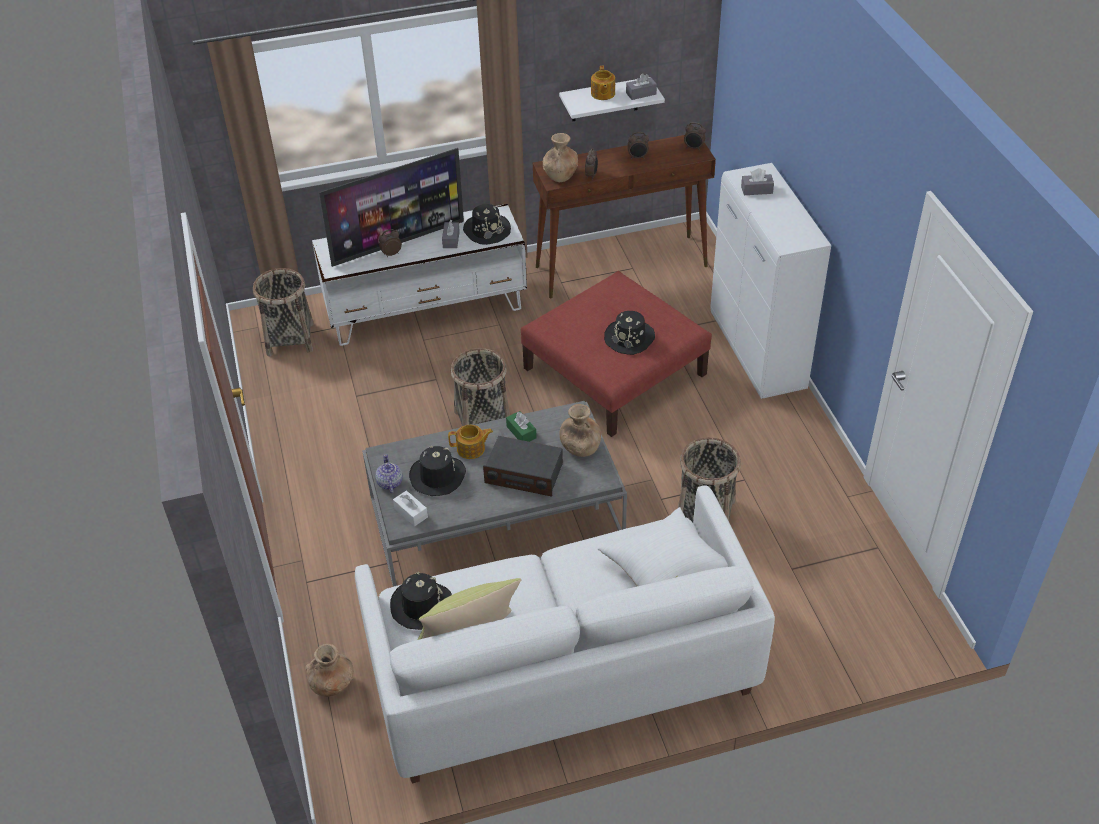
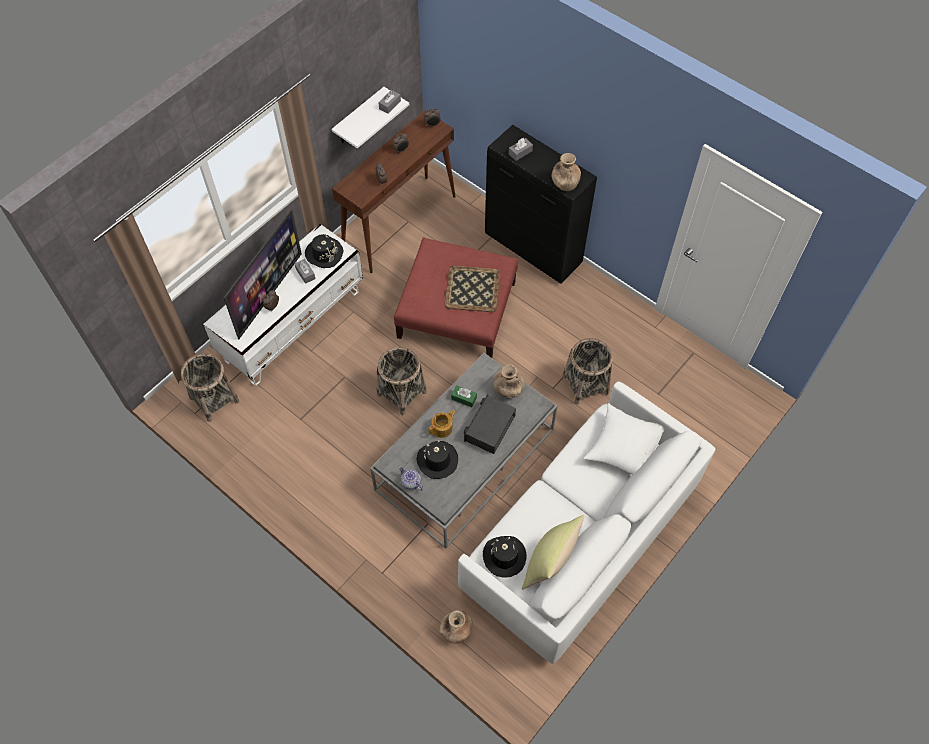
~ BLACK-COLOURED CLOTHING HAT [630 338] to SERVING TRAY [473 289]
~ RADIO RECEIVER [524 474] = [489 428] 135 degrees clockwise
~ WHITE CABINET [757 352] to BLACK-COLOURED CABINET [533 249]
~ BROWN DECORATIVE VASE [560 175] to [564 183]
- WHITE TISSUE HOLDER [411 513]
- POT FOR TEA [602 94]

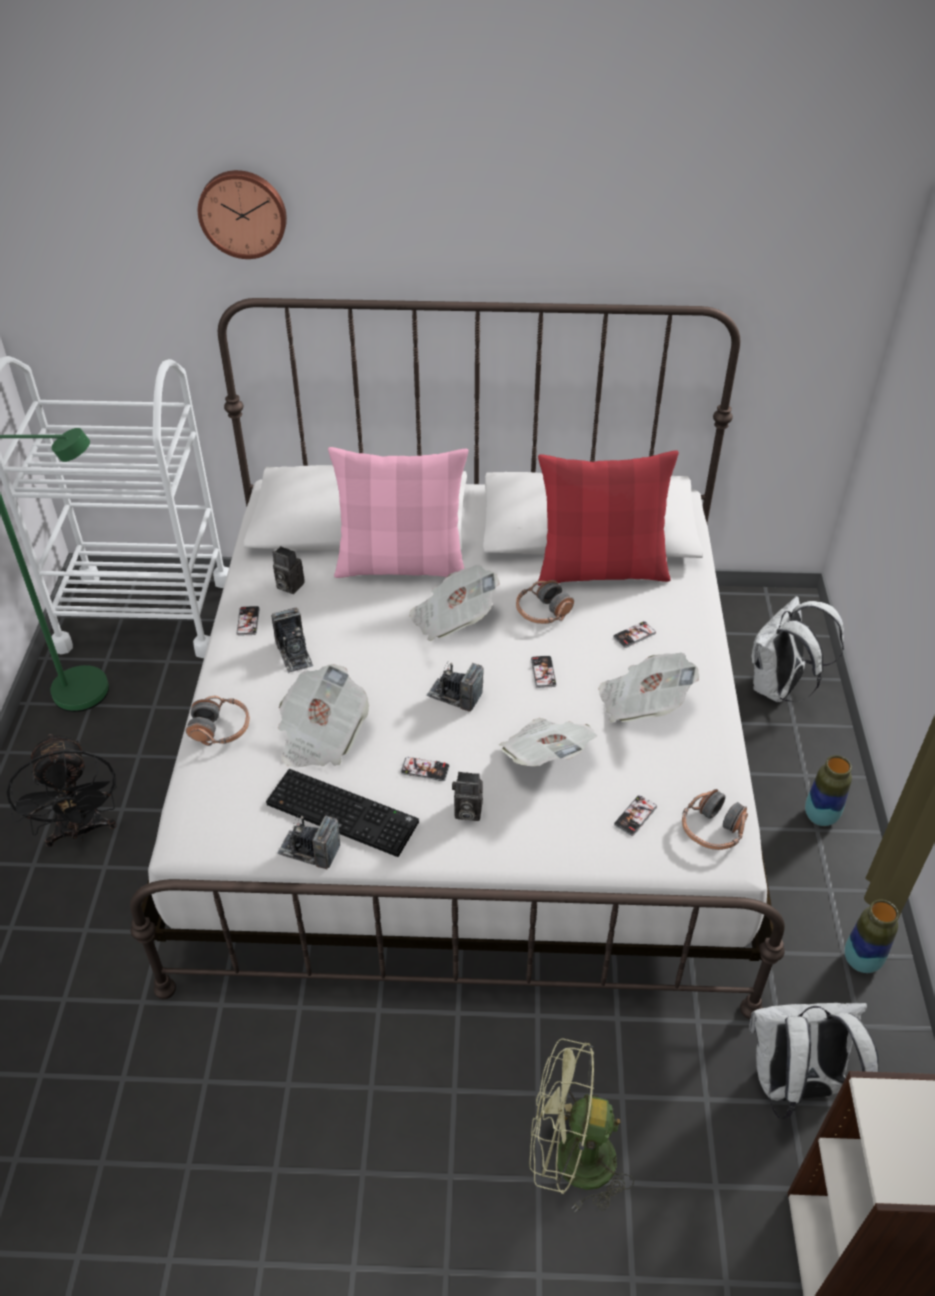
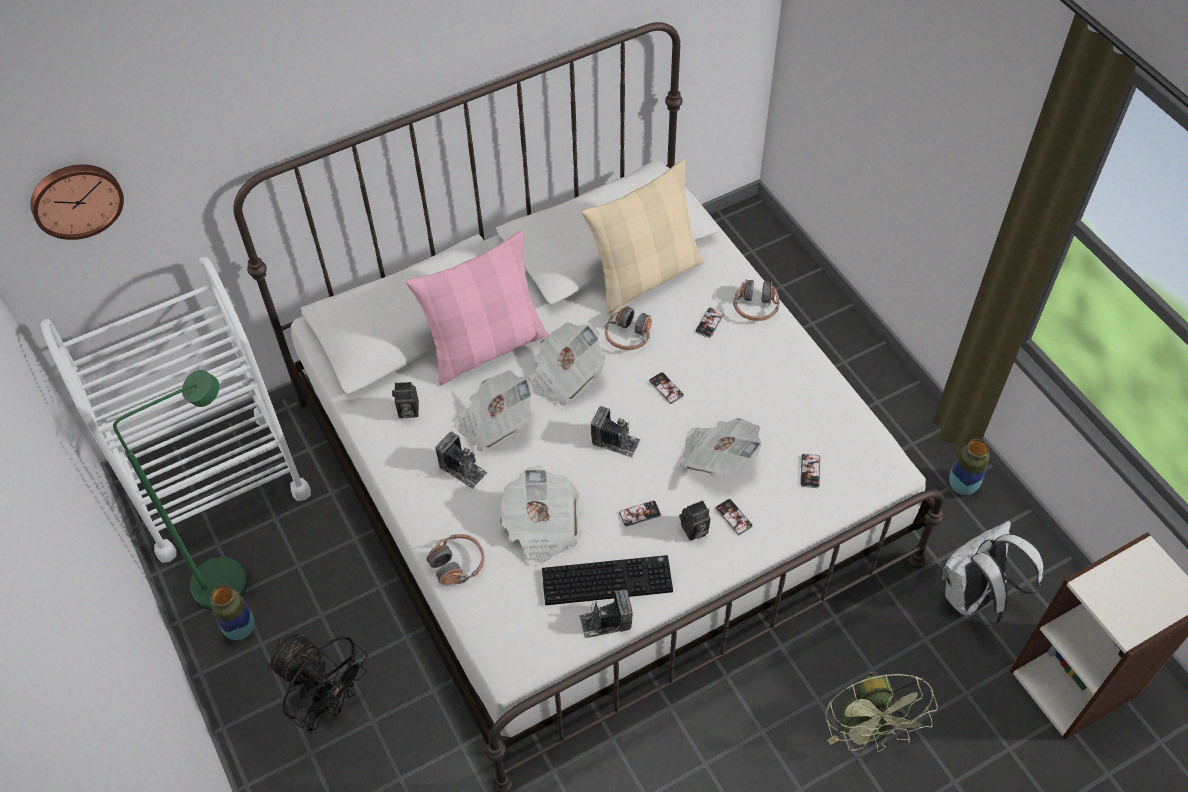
~ HANGING CLOCK [243 213] to [76 199]
~ DECORATIVE VASE [820 816] to [240 629]
~ NEWSPAPER [642 704] to [495 423]
~ RED CUSHION [601 570] to SAND-COLOURED CUSHION [645 276]
~ PHOTO CAMERA [455 695] = [615 441] 150 degrees counterclockwise
~ PHONE [248 621] to [733 517]
~ HEADSET [712 829] to [755 307]
~ GREEN FAN [570 1159] = [869 731] 75 degrees counterclockwise
- WHITE RUCKSACK [778 688]

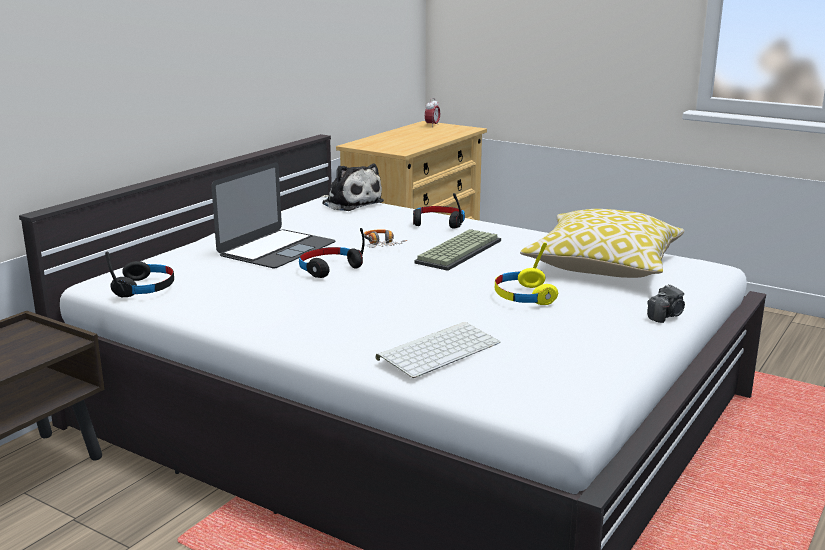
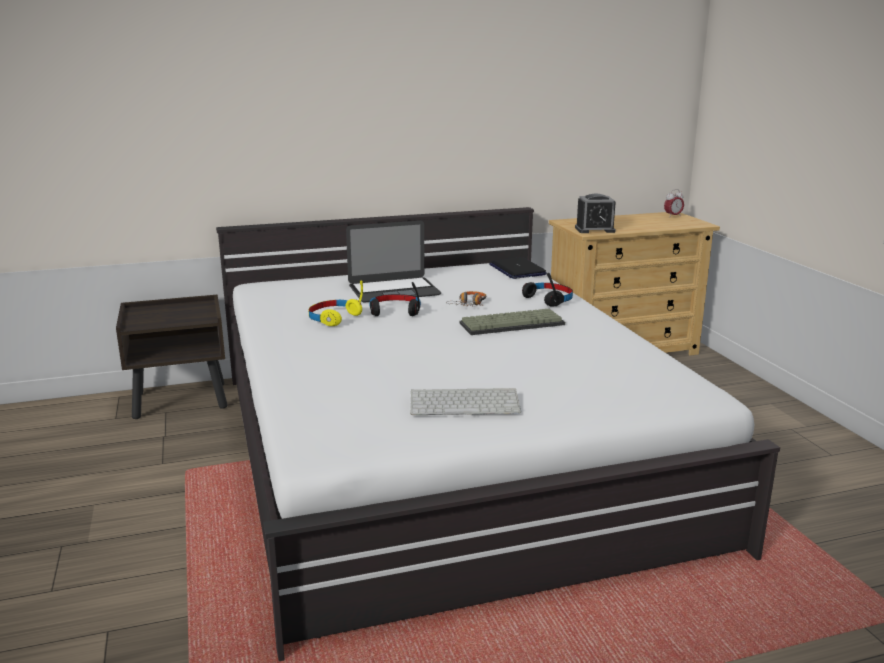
~ YELLOW HEADSET [523 296] to [334 318]
~ PC KEYBOARD [439 350] to [466 402]
~ SOFT TOY [350 203] to PORTABLE COMPUTER [517 270]
+ ALARM CLOCK [594 230]
- BLACK-COLOURED HEADSET [145 288]
- CUSHION [603 265]
- PHOTO CAMERA [666 316]

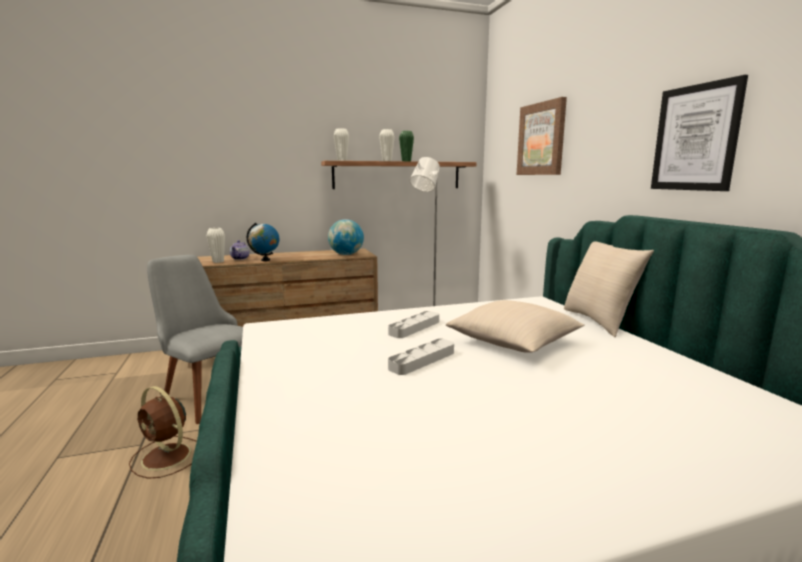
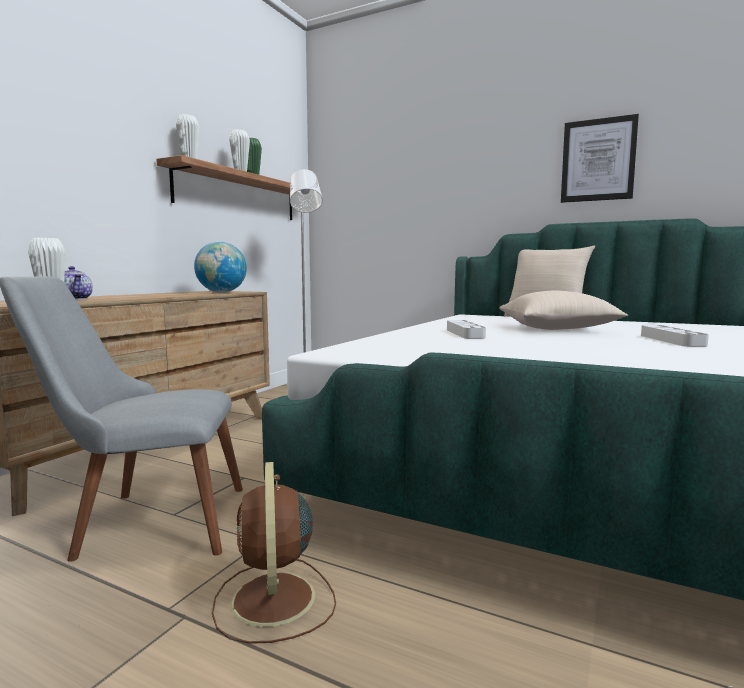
~ BROWN FAN [167 457] = [273 601] 90 degrees clockwise
~ GRAY SERVING TRAY [422 360] to [671 340]
- GLOBE [265 260]
- WALL ART [541 139]

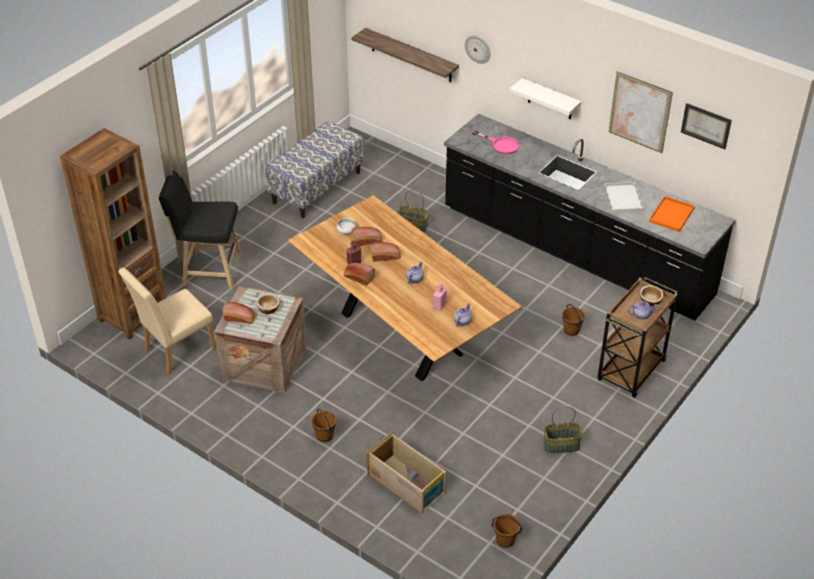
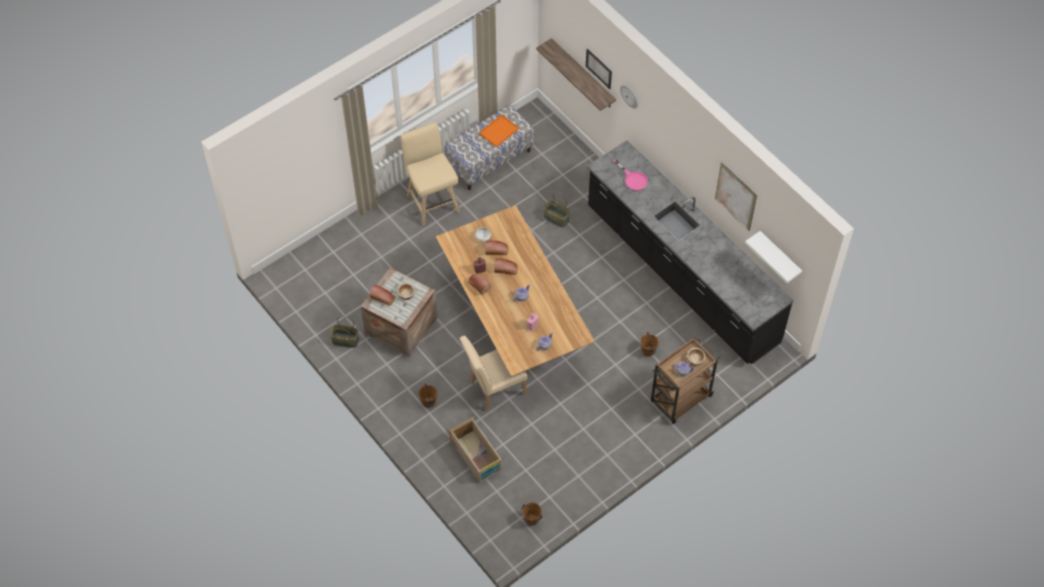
~ BASKET [561 445] to [345 341]
+ SAND-COLOURED SITTING STOOL [432 201]
~ SAND-COLOURED UPRIGHT CHAIR [175 351] to [494 389]
~ ORANGEY SERVING TRAY [671 215] to [498 132]
~ WALL ART [706 125] to [599 68]
~ WHITE WALL SHELF [550 100] to [779 256]
- BROWN SHELVING UNIT [133 314]
- BLACK-COLOURED SITTING STOOL [208 271]
- WHITE SERVING TRAY [622 197]

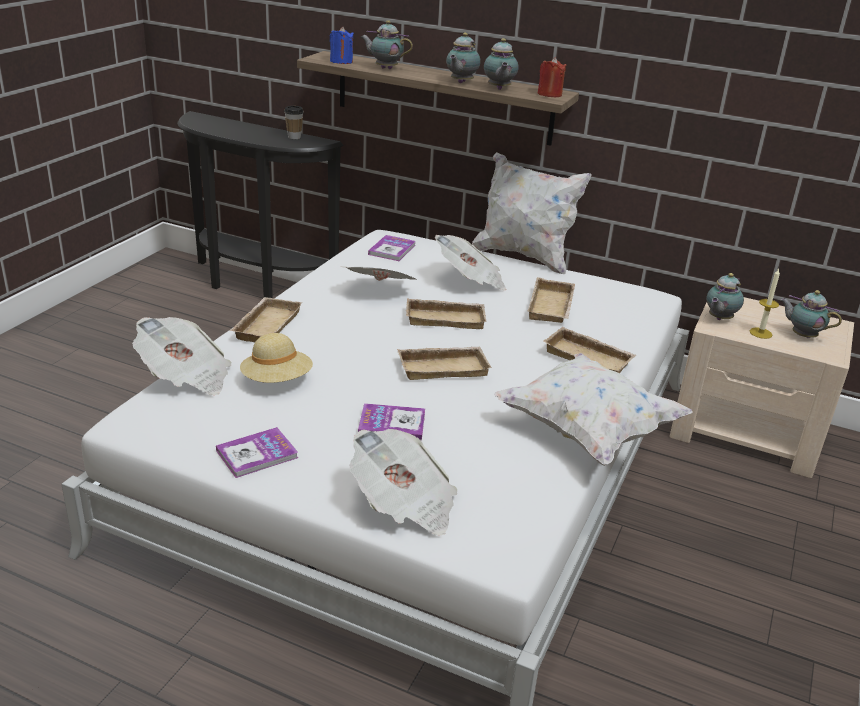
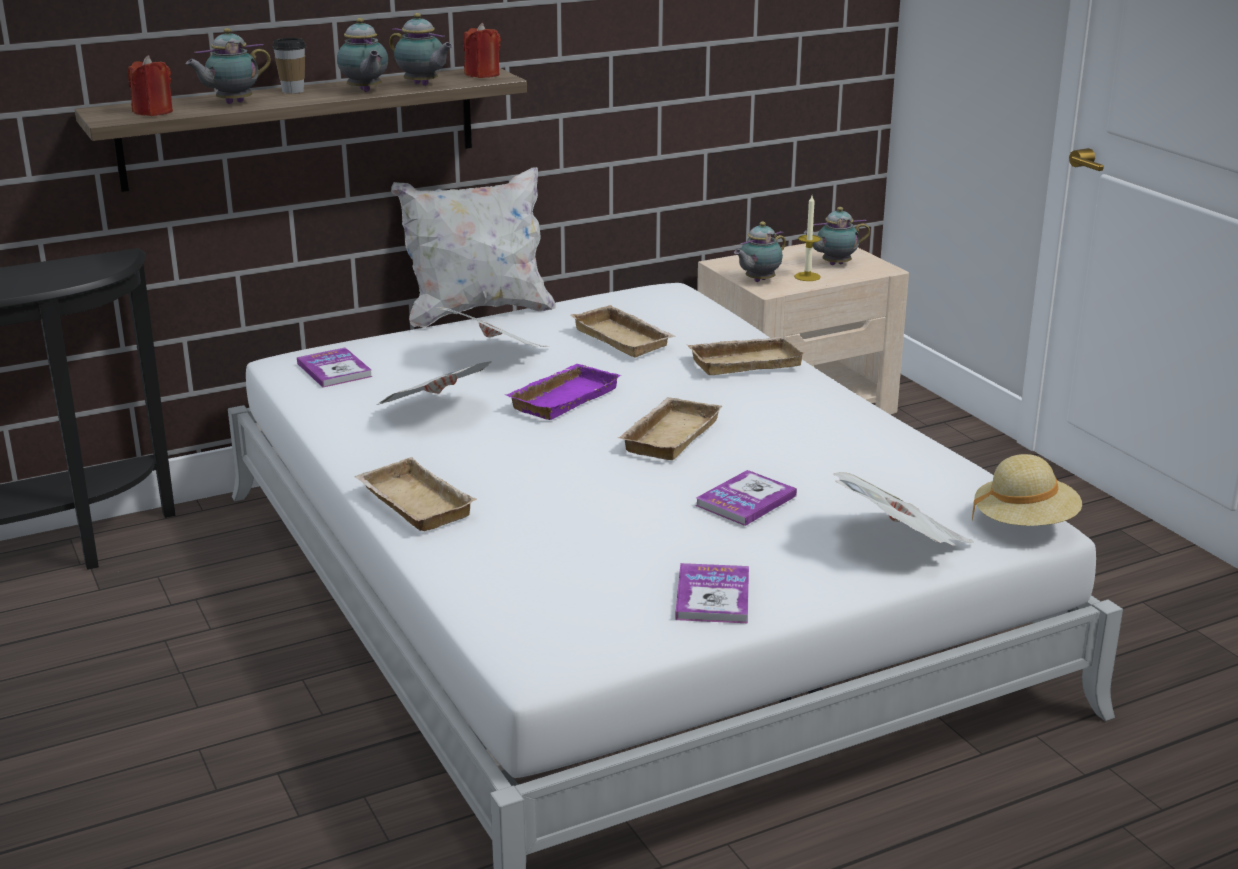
~ BLUISH WAX LIGHT [341 61] to RED WAX LIGHT [153 112]
~ CUP [294 137] to [293 91]
~ SAND-COLOURED SERVING TRAY [446 318] to PURPLISH SERVING TRAY [562 397]
~ POT FOR TEA [719 319] = [758 281] 60 degrees clockwise
~ SAND-COLOURED CLOTHING HAT [277 380] to [1024 524]
- NEWSPAPER [186 377]
- WHITE CUSHION [586 431]

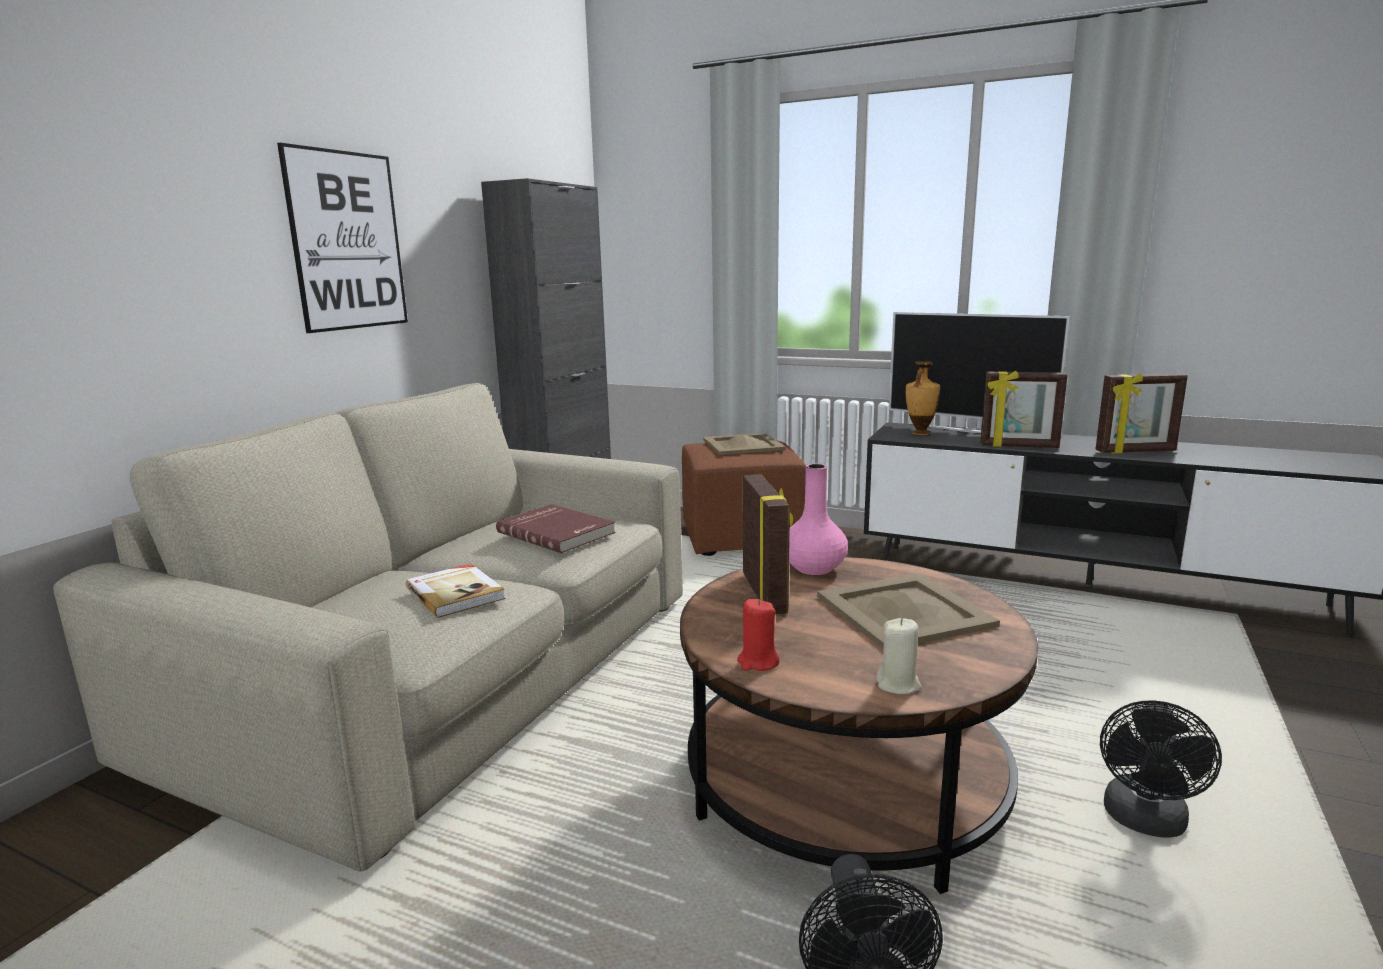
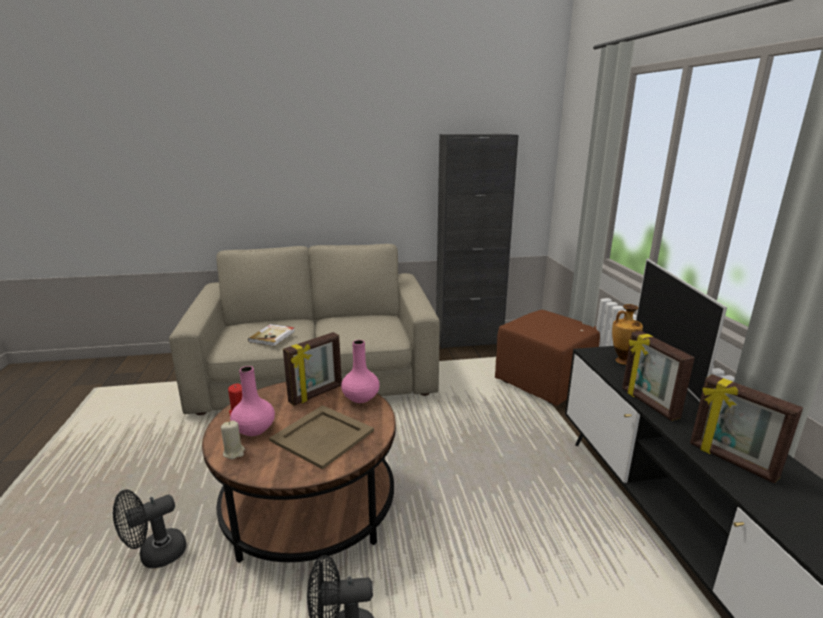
+ PINK DECORATIVE VASE [255 429]
- WALL ART [347 241]
- RED BOUND BOOK [557 532]
- SAND-COLOURED SERVING TRAY [742 445]

